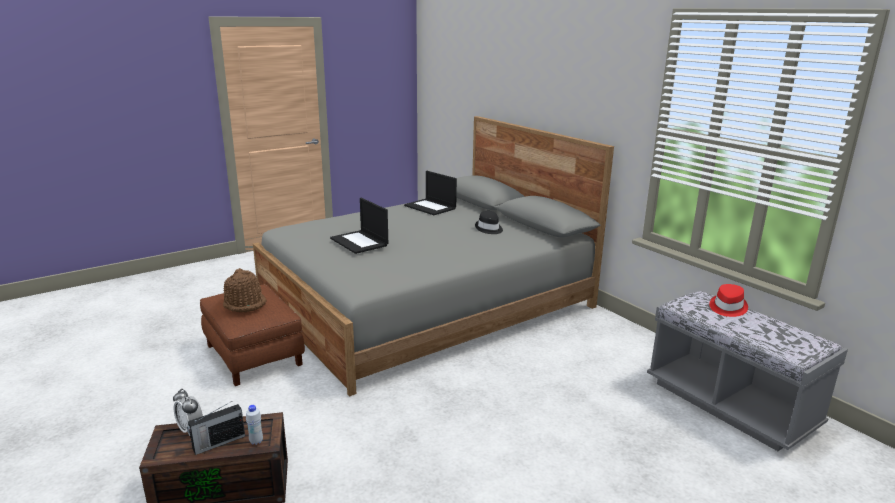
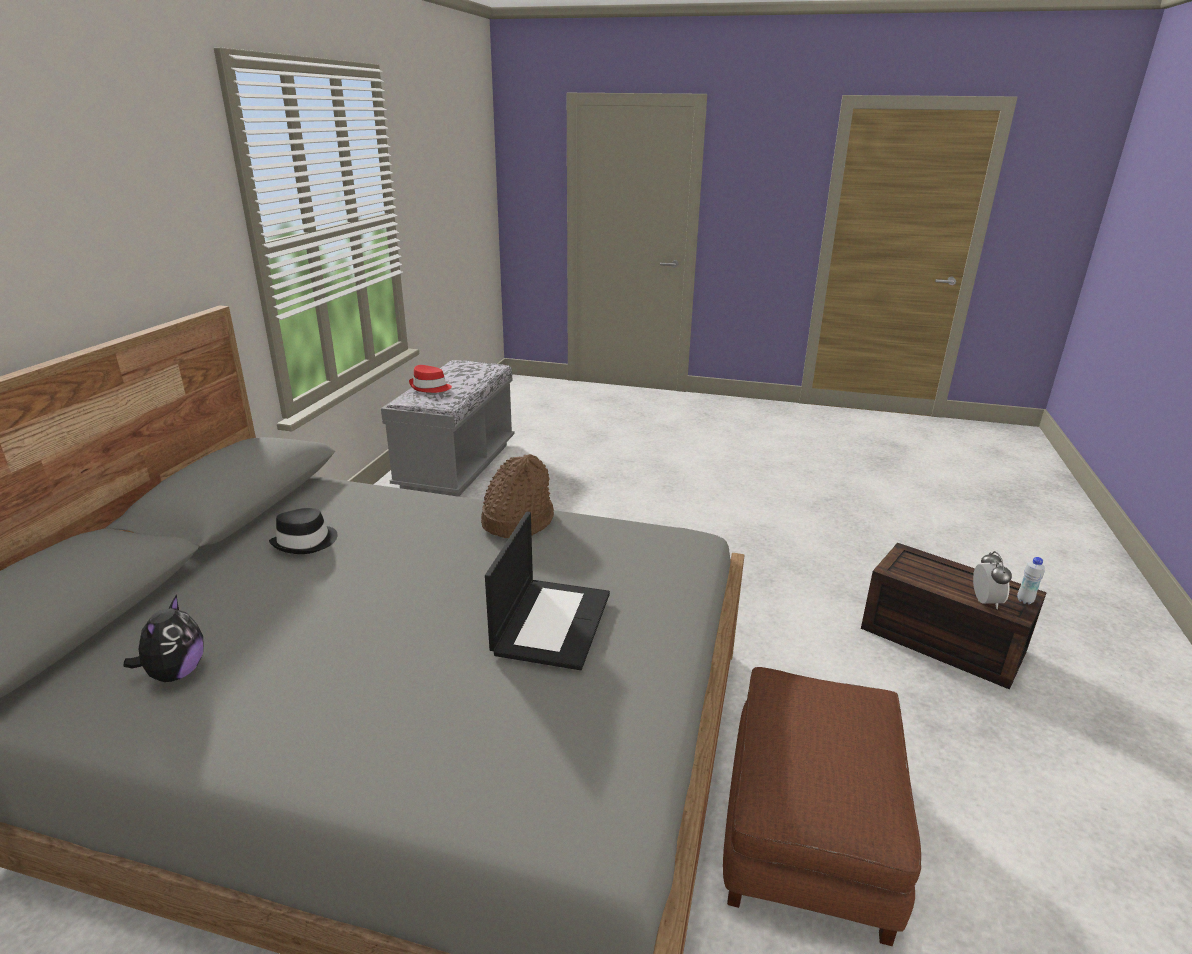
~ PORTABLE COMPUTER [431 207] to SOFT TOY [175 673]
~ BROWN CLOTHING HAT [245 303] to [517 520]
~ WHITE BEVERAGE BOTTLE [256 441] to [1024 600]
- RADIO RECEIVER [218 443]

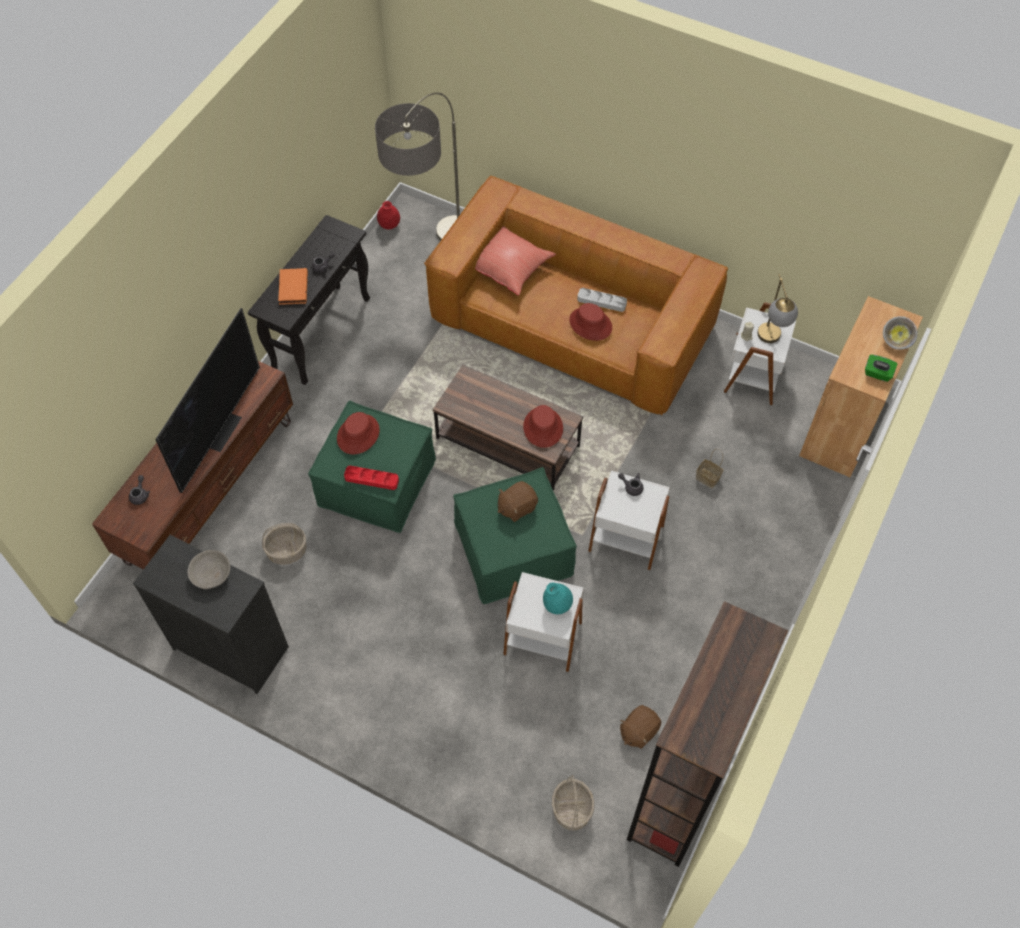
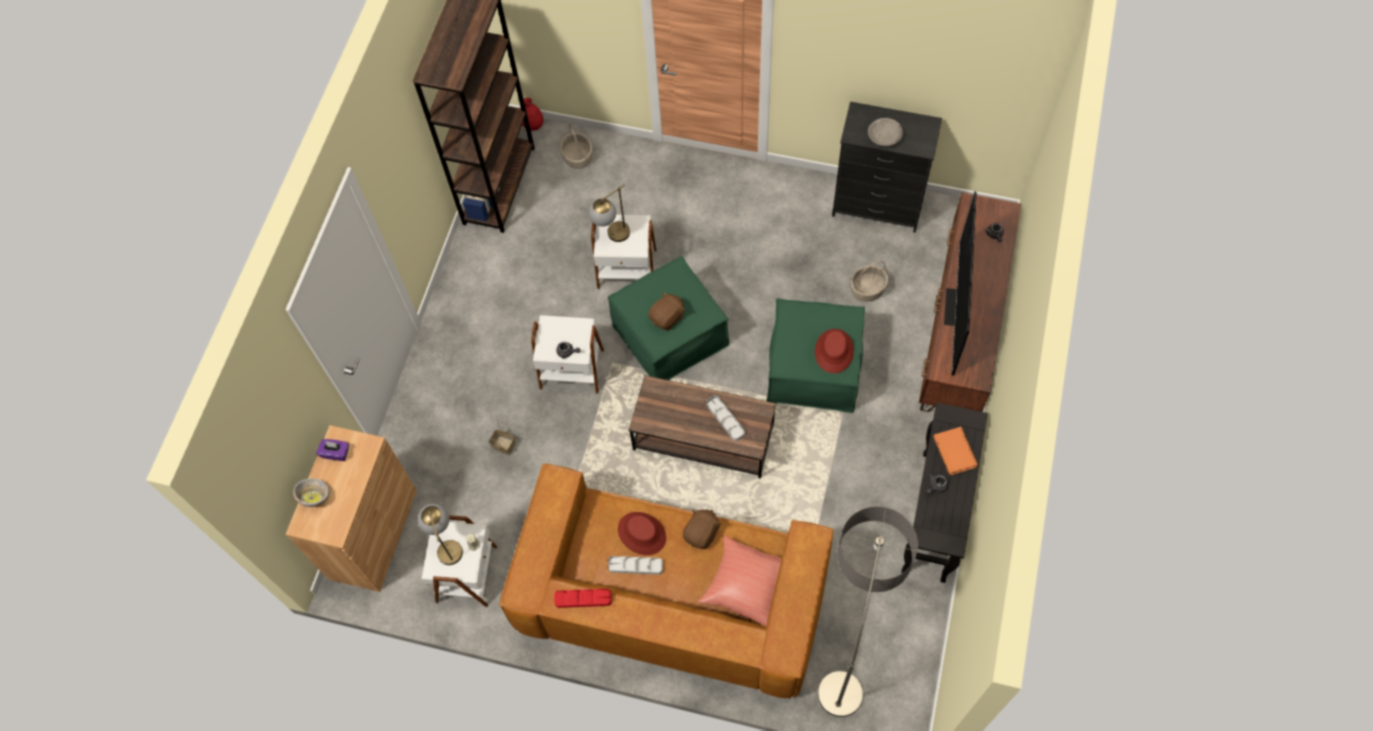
~ GREEN TISSUE HOLDER [877 374] to PURPLISH TISSUE HOLDER [336 453]
~ RED DECORATIVE VASE [389 225] to [533 125]
~ RED SERVING TRAY [371 479] to [583 599]
~ TURQUOISE DECORATIVE VASE [557 605] to LAMP FOR A TABLE [612 237]
~ BROWN SOFT TOY [638 731] to [702 533]
+ GRAY SERVING TRAY [725 419]
- RED CLOTHING HAT [542 427]

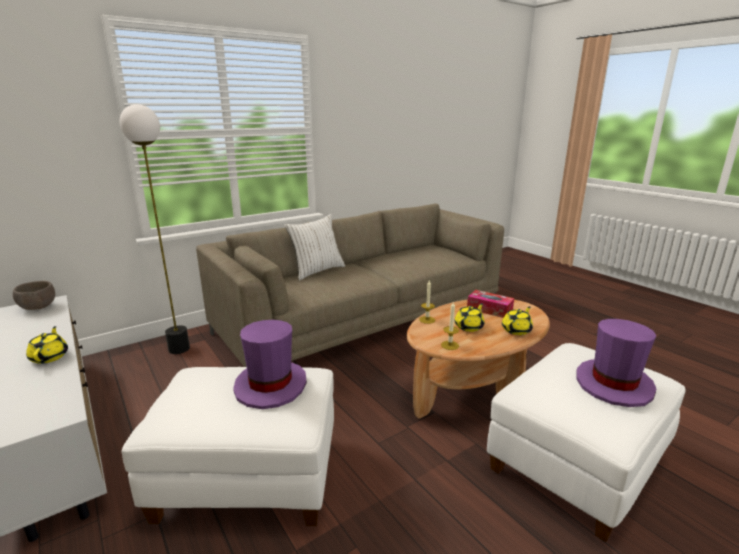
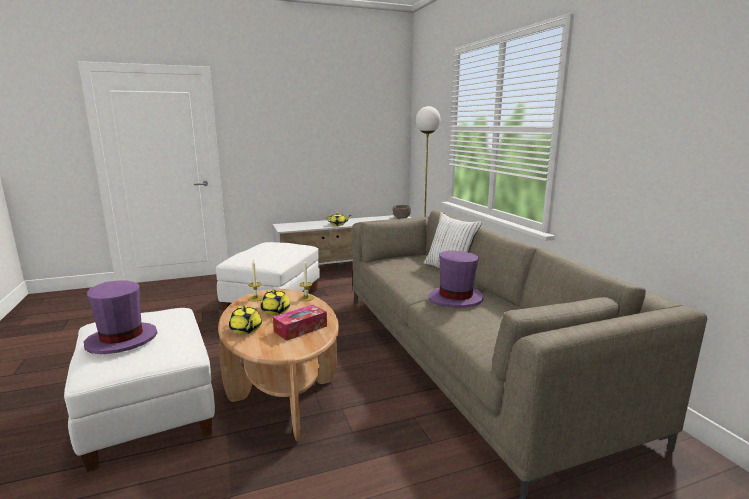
~ PURPLISH CLOTHING HAT [271 385] to [455 299]

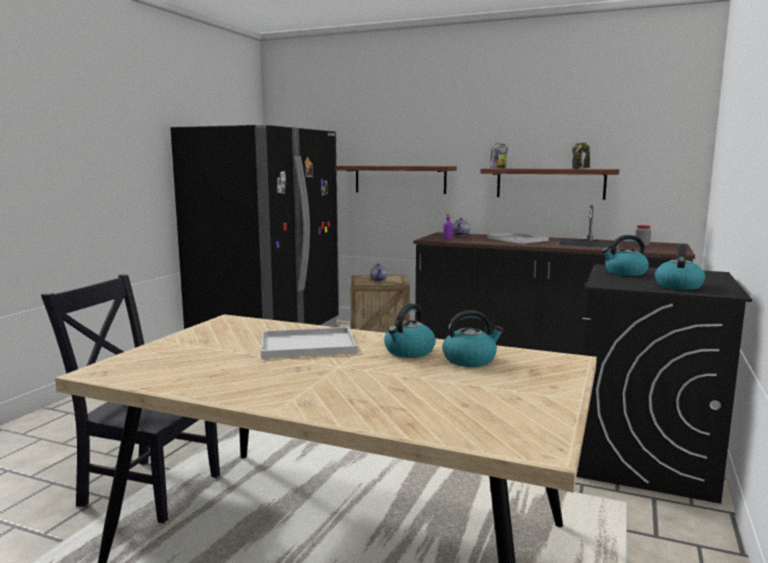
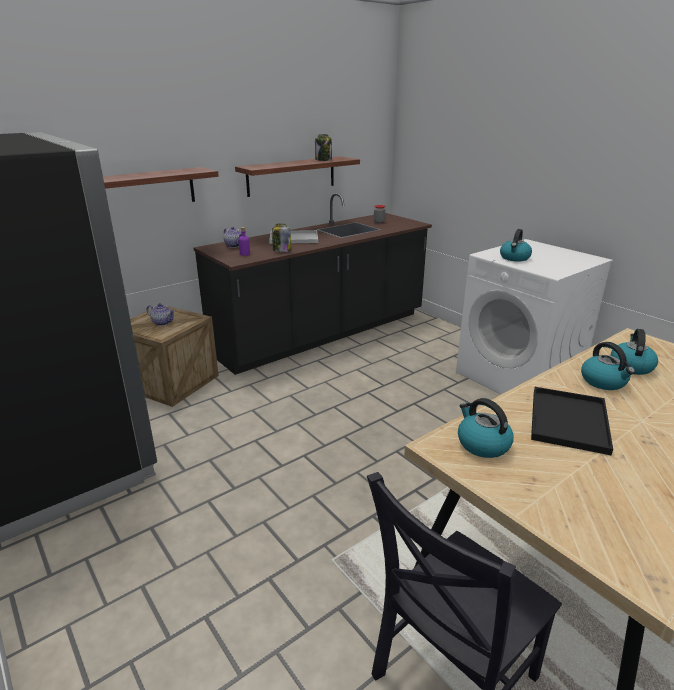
~ JAR [497 168] to [281 250]
~ BLACK-COLOURED LAUNDRY MACHINE [643 457] to WHITE LAUNDRY MACHINE [519 377]
~ KETTLE [678 286] to [482 444]
~ WHITE SERVING TRAY [309 344] to BLACK-COLOURED SERVING TRAY [567 419]

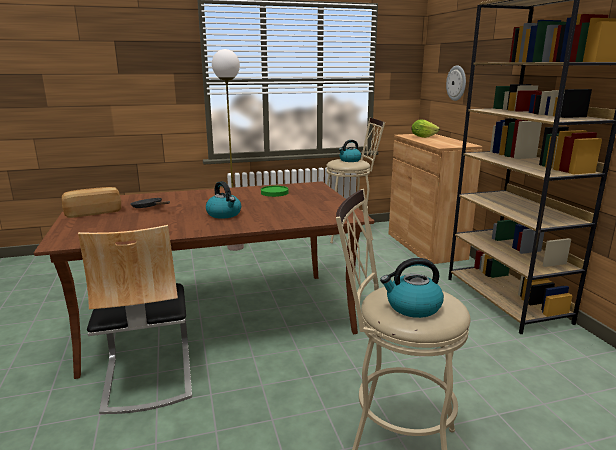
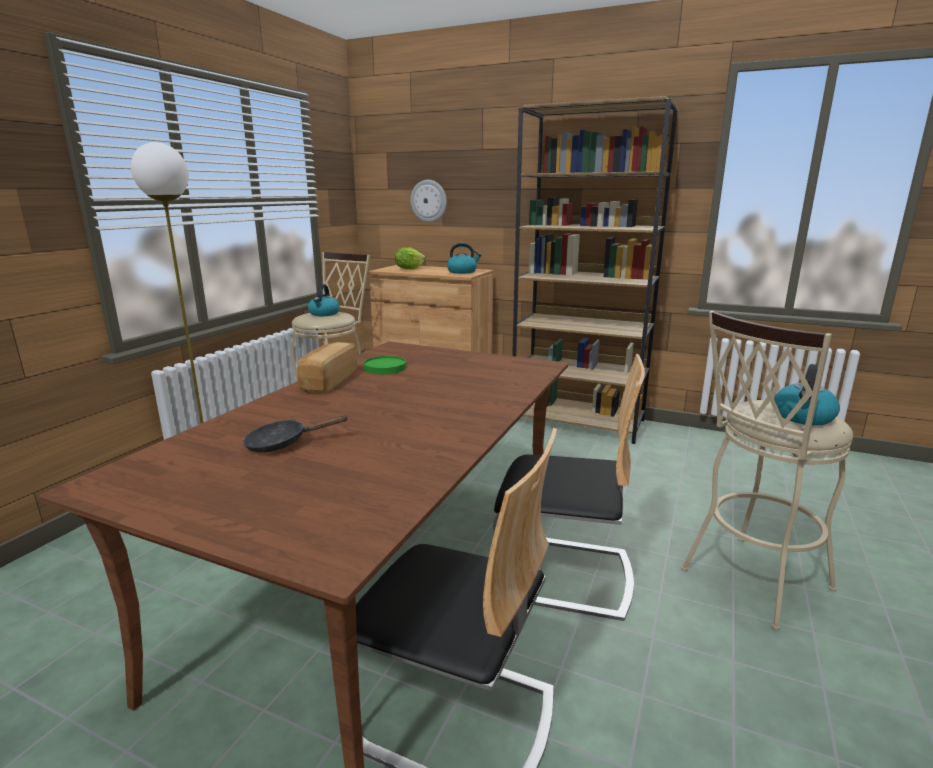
~ BAKERY BREAD [93 212] to [328 382]
~ KETTLE [224 214] to [462 272]
+ UPRIGHT CHAIR [564 574]

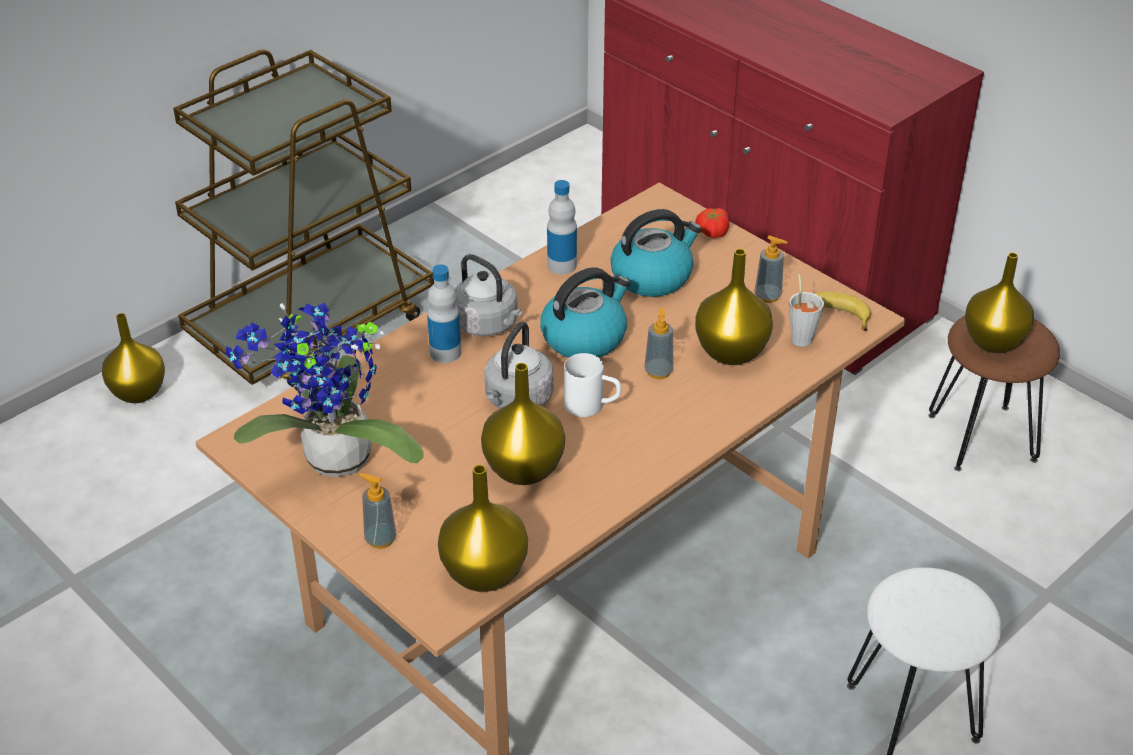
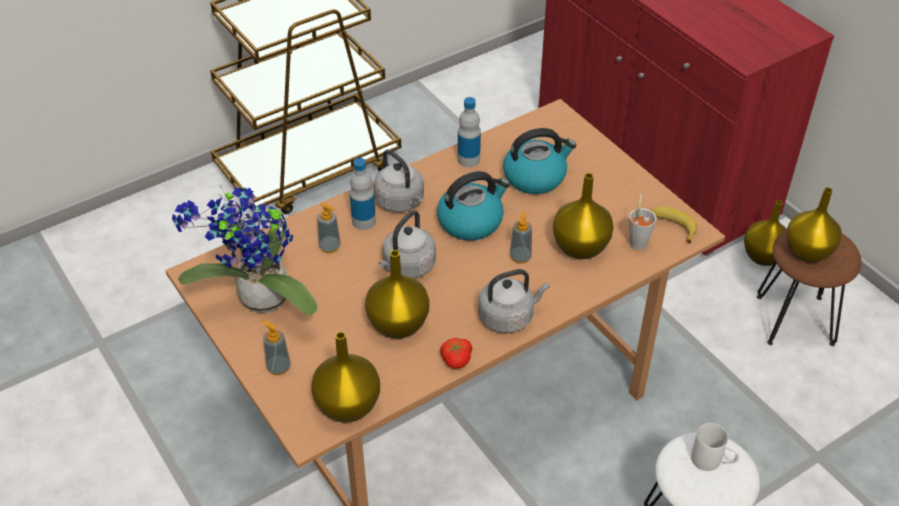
~ SOAP DISPENSER [768 296] to [330 247]
~ FRESH TOMATO [711 232] to [455 359]
+ GRAY KETTLE [508 316]
~ WHITE MUG [592 407] to [712 462]
~ YELLOW DECORATIVE VASE [139 393] to [764 257]

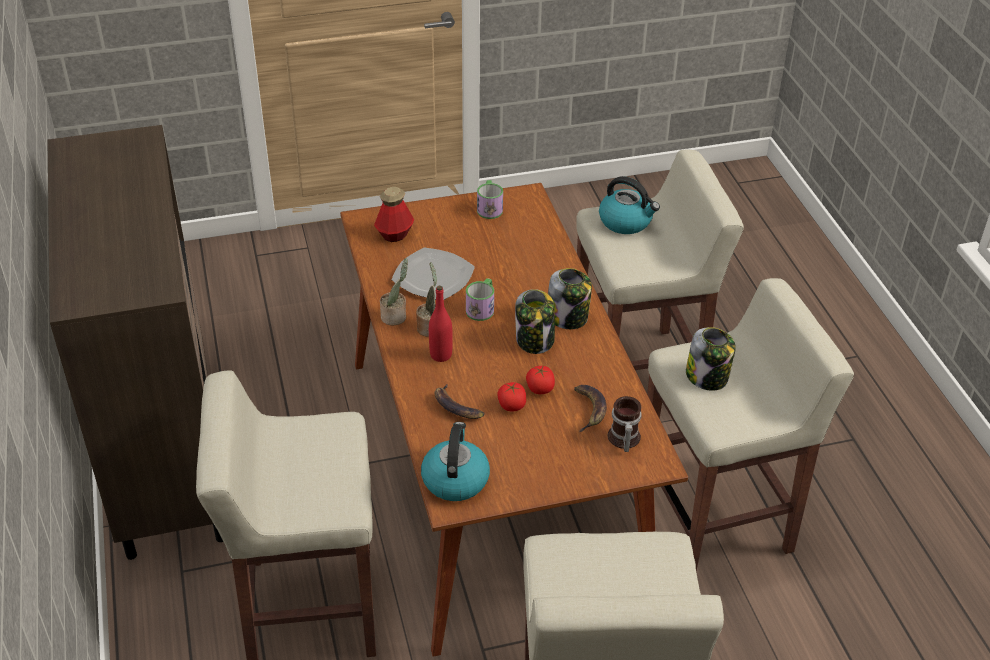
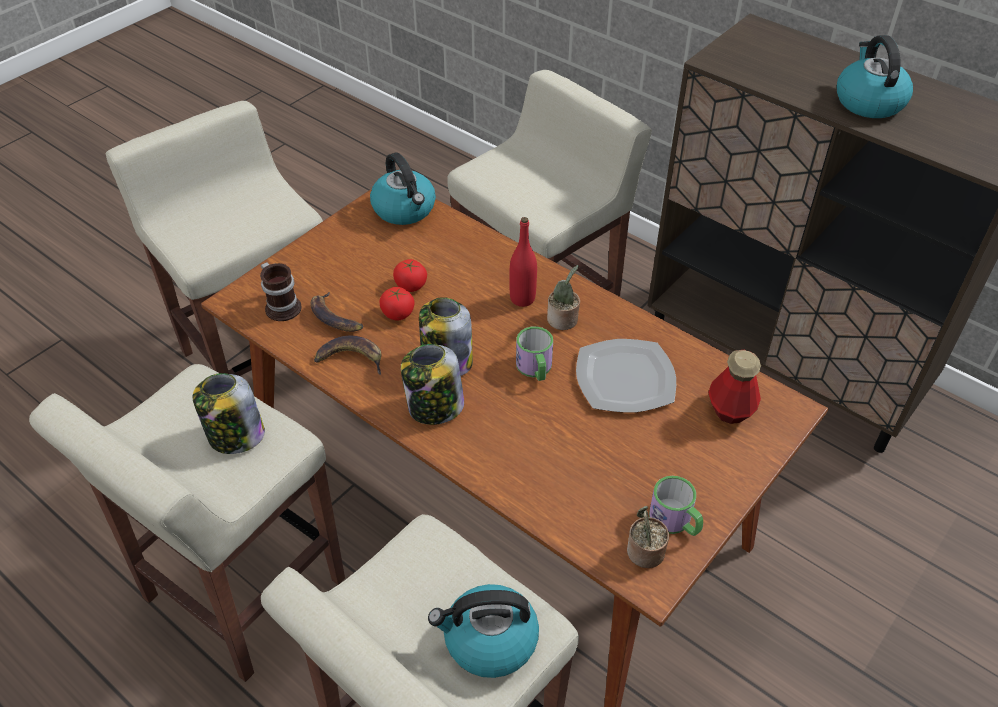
~ BANANA [456 407] to [351 358]
~ POTTED PLANT [395 317] to [644 553]
+ KETTLE [868 101]

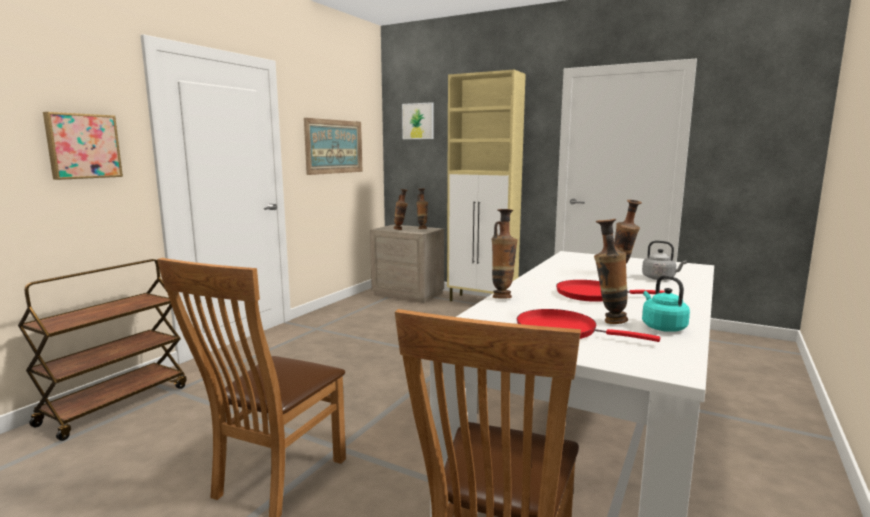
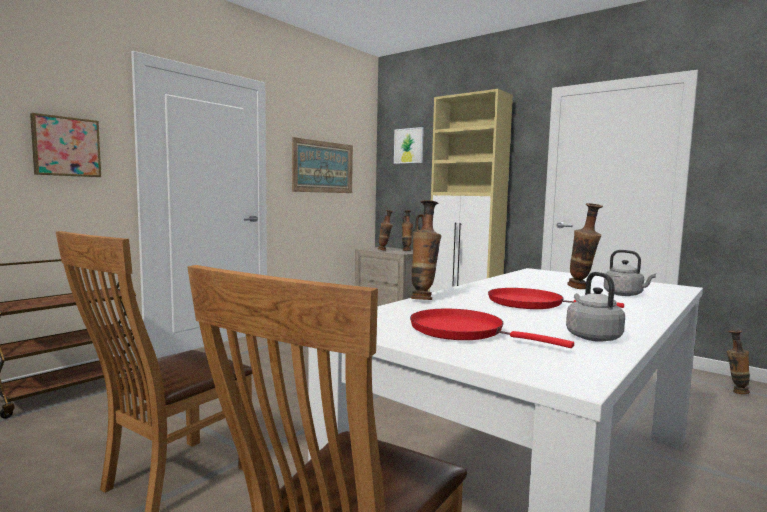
~ TURQUOISE KETTLE [662 327] to GRAY KETTLE [591 336]
~ DECORATIVE VASE [608 321] to [735 391]

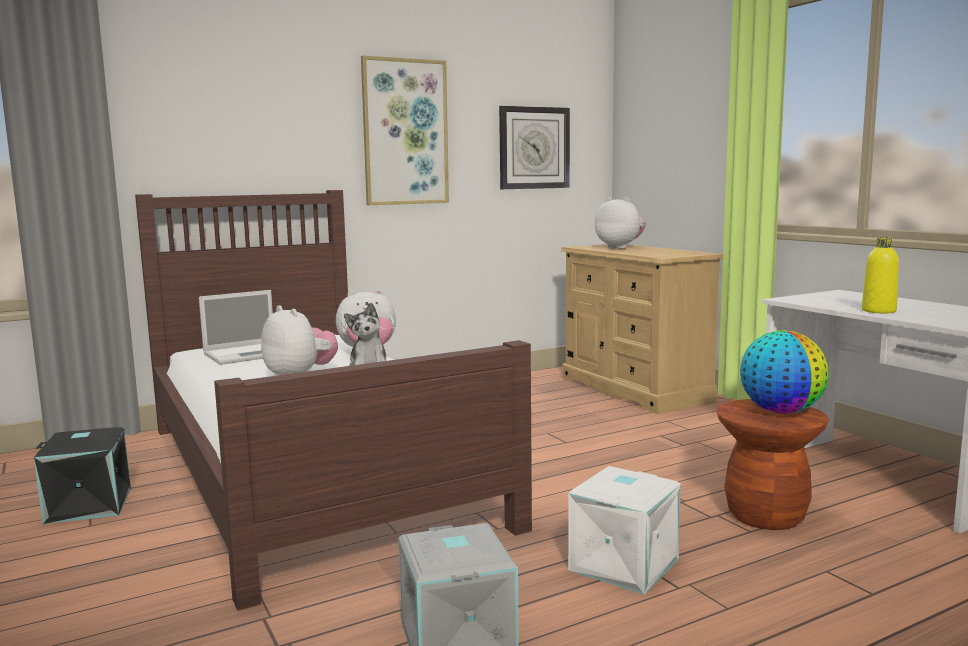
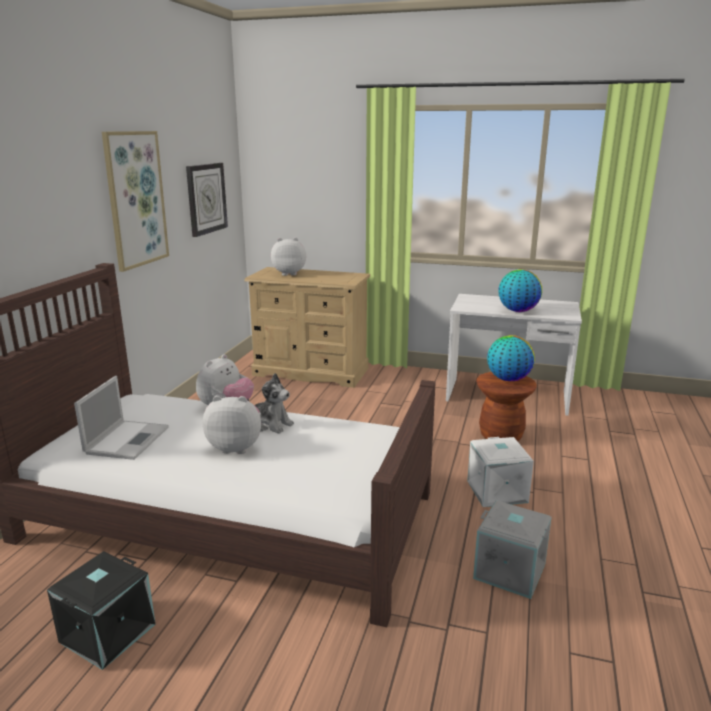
~ YELLOW BEVERAGE BOTTLE [878 311] to GLOBE [518 311]

